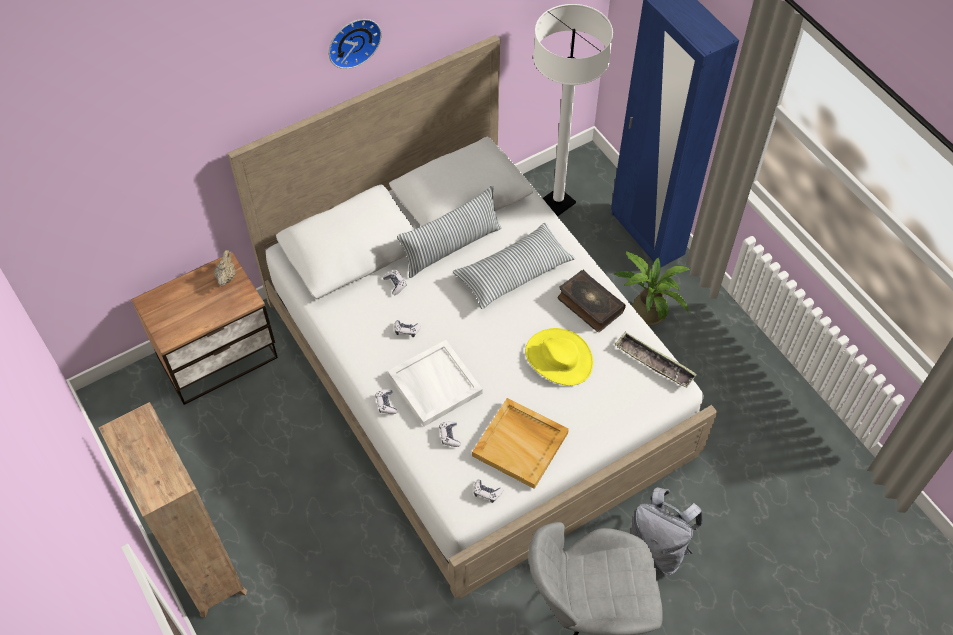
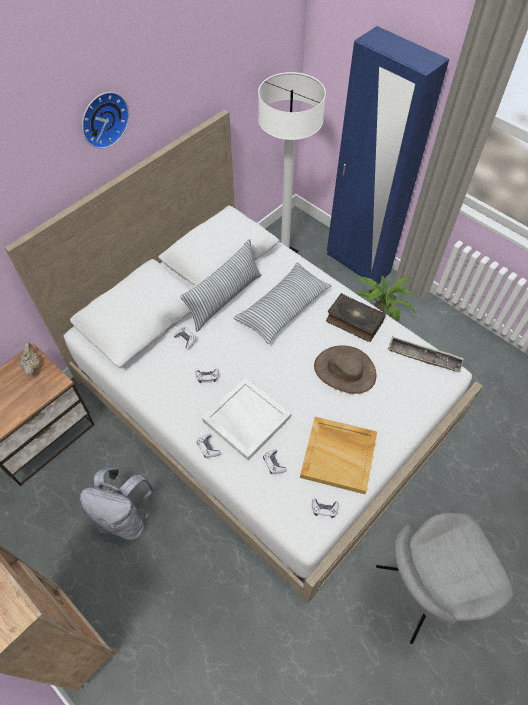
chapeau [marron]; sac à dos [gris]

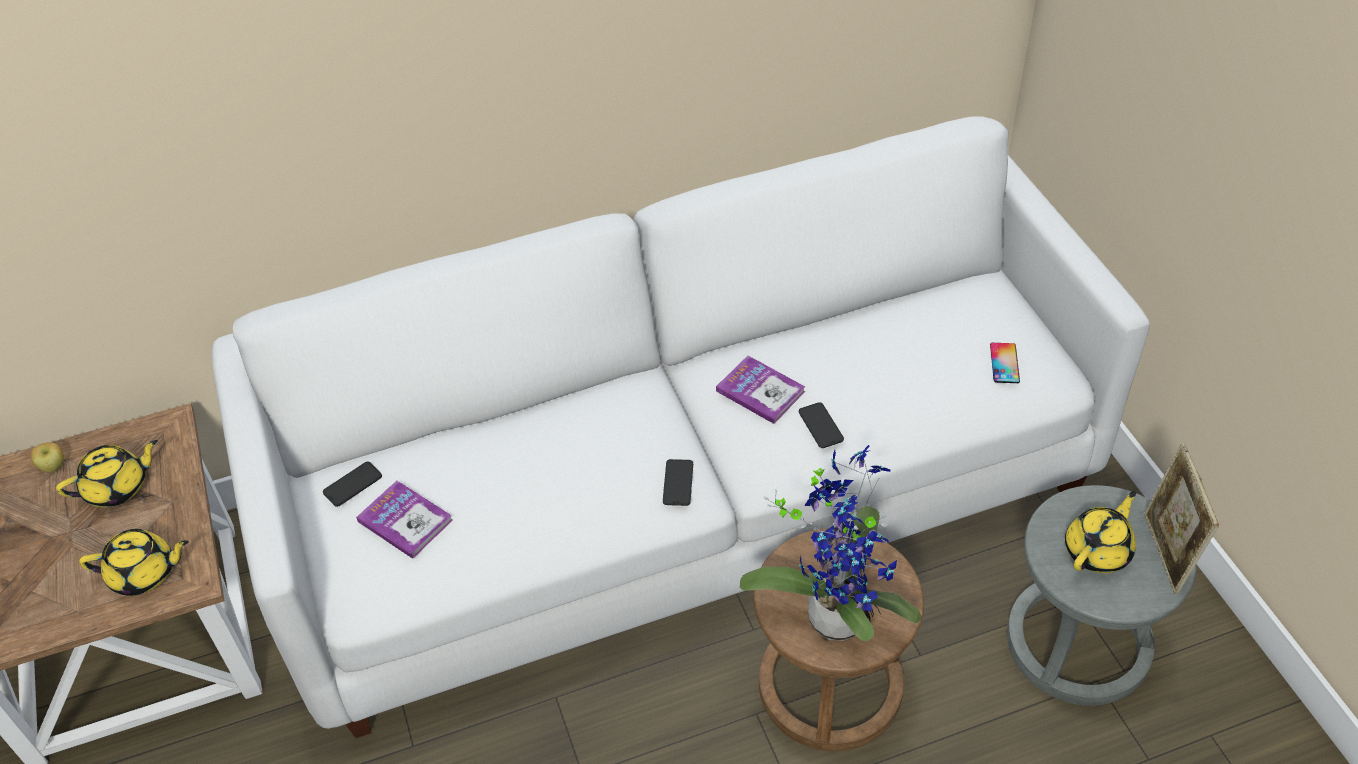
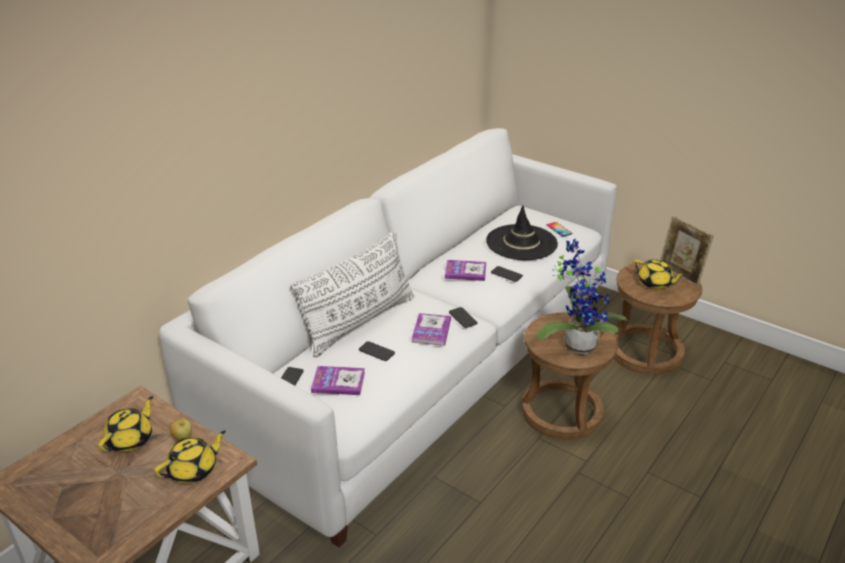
pomme; tabouret [marron] (no. 2 from left); théière [jaune] (no. 3 from left); coussin [blanc]; téléphone (no. 2 from left); livre (no. 2 from left); chapeau [noir]

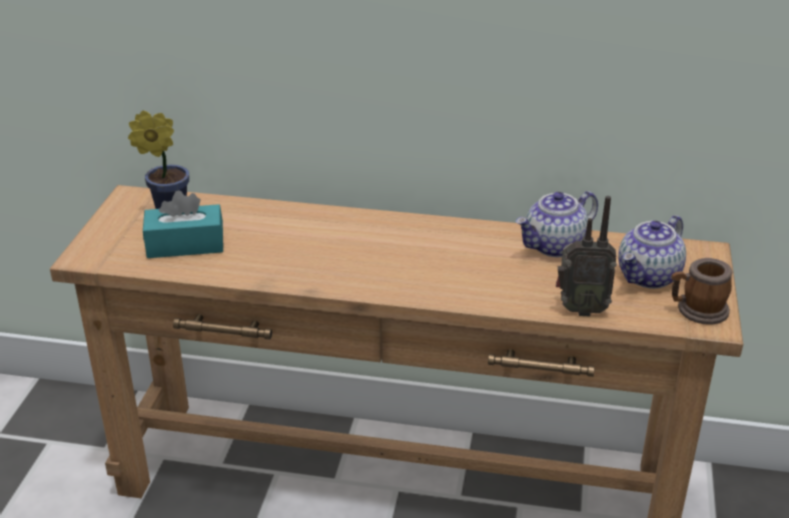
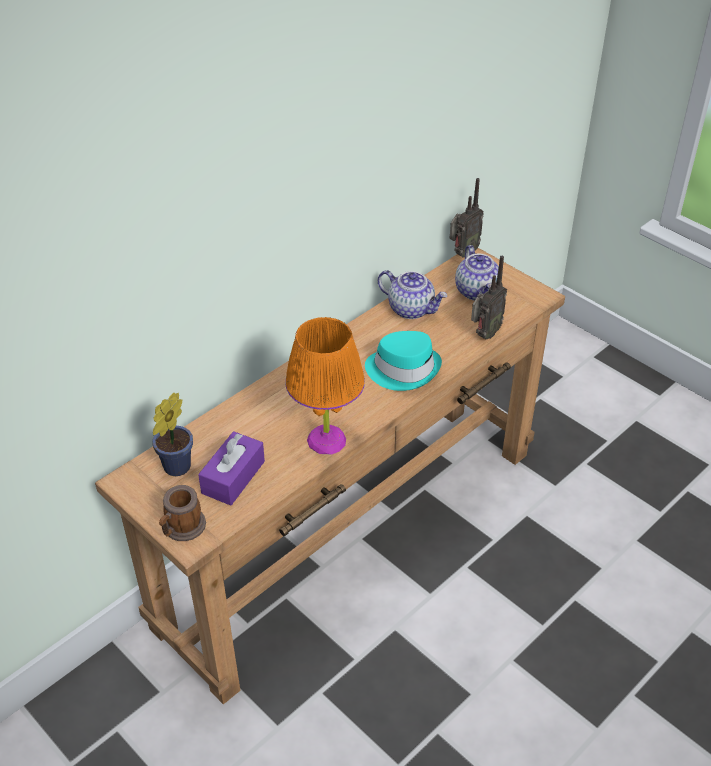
boîte à mouchoirs [violet]; théière (no. 1 from left); mug; lampe de table [orange]; chapeau [turquoise]; radio (no. 1 from left)

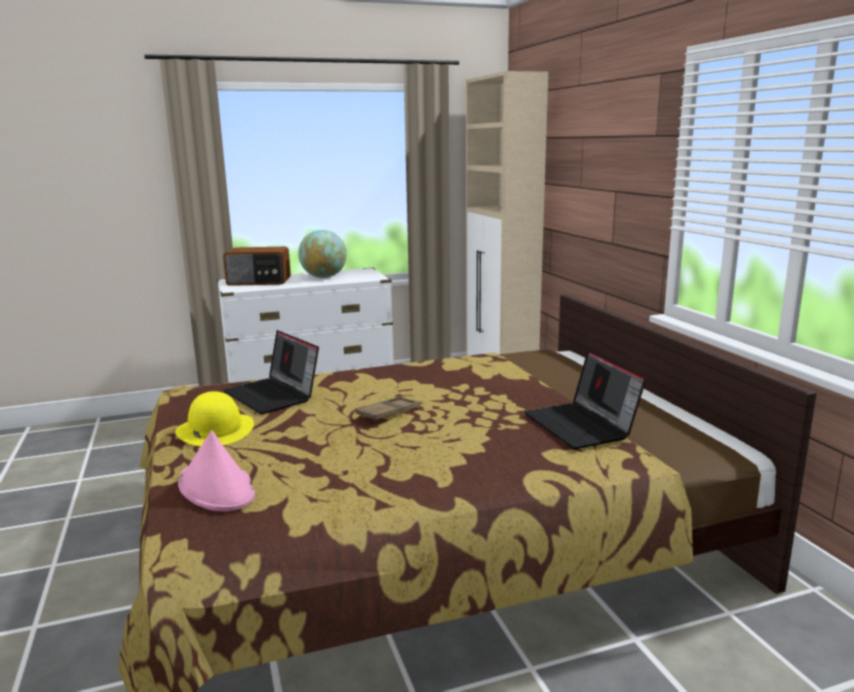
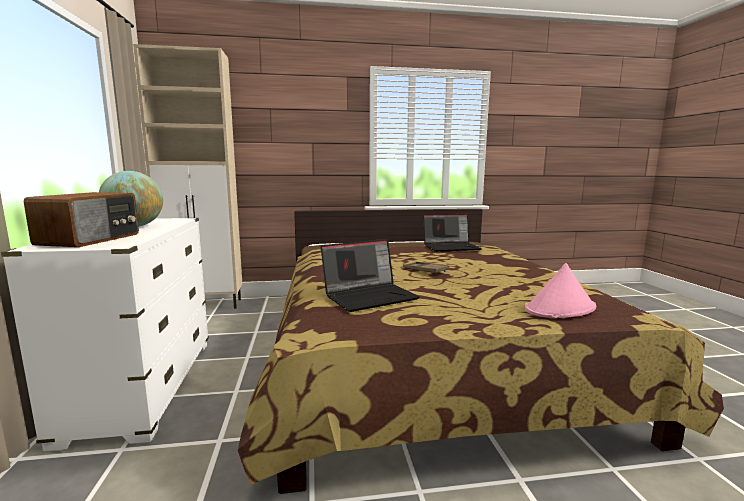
chapeau [jaune]

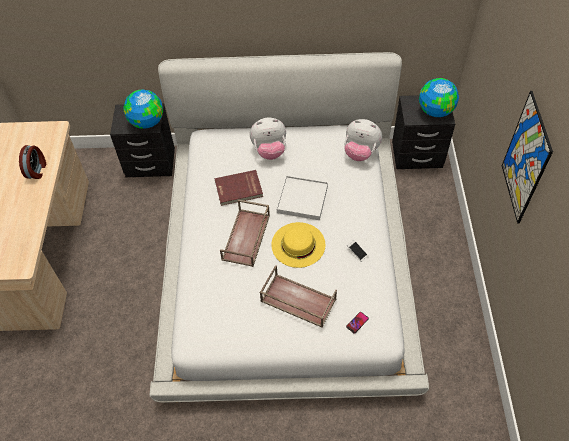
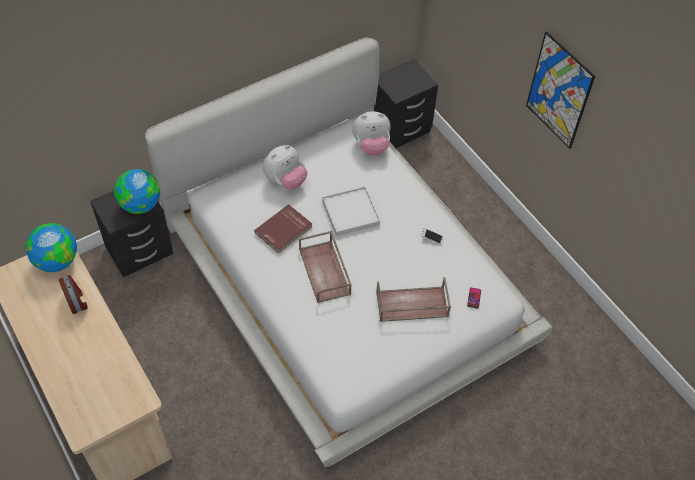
chapeau [jaune]; globe (no. 1 from left)

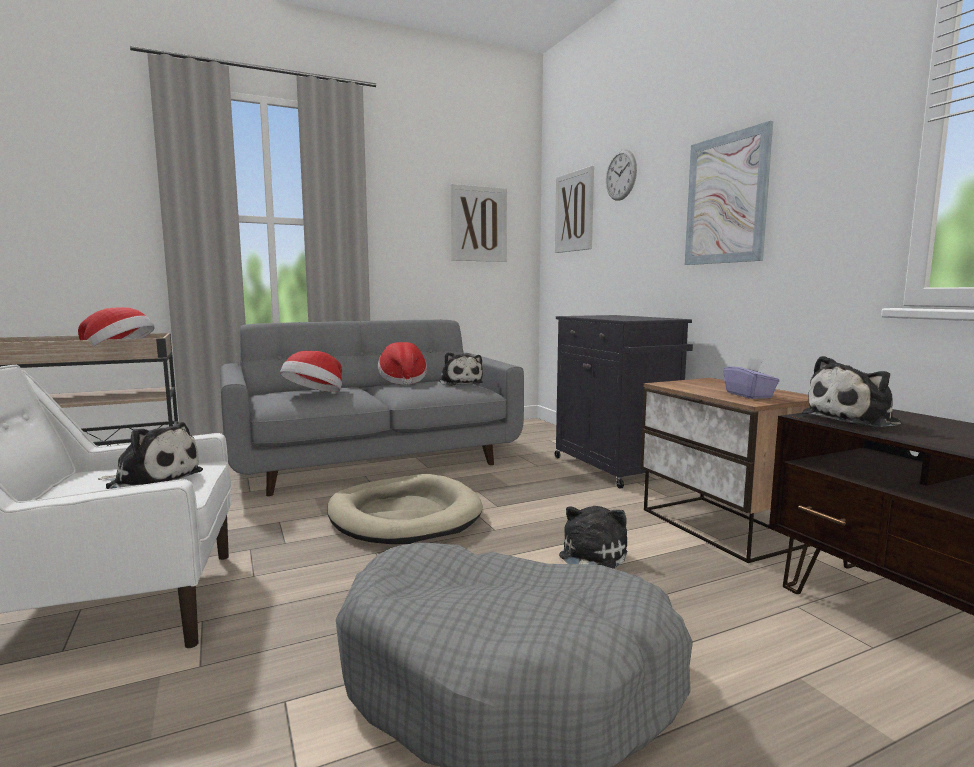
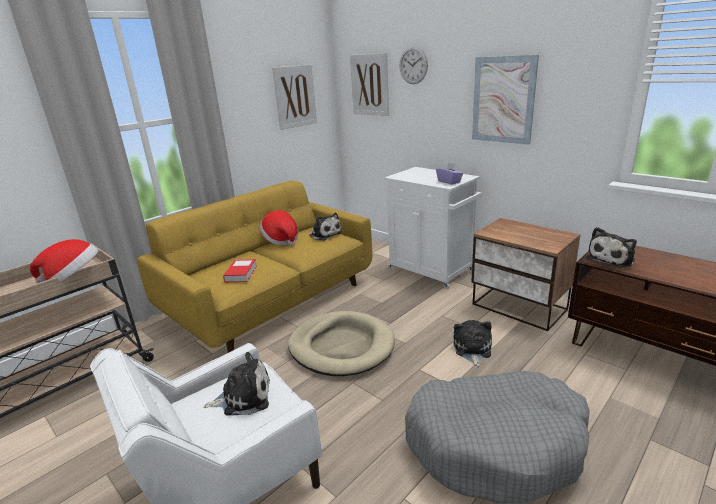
canapé [jaune]; livre; meuble de rangement [blanc]; boîte à mouchoirs [violet]

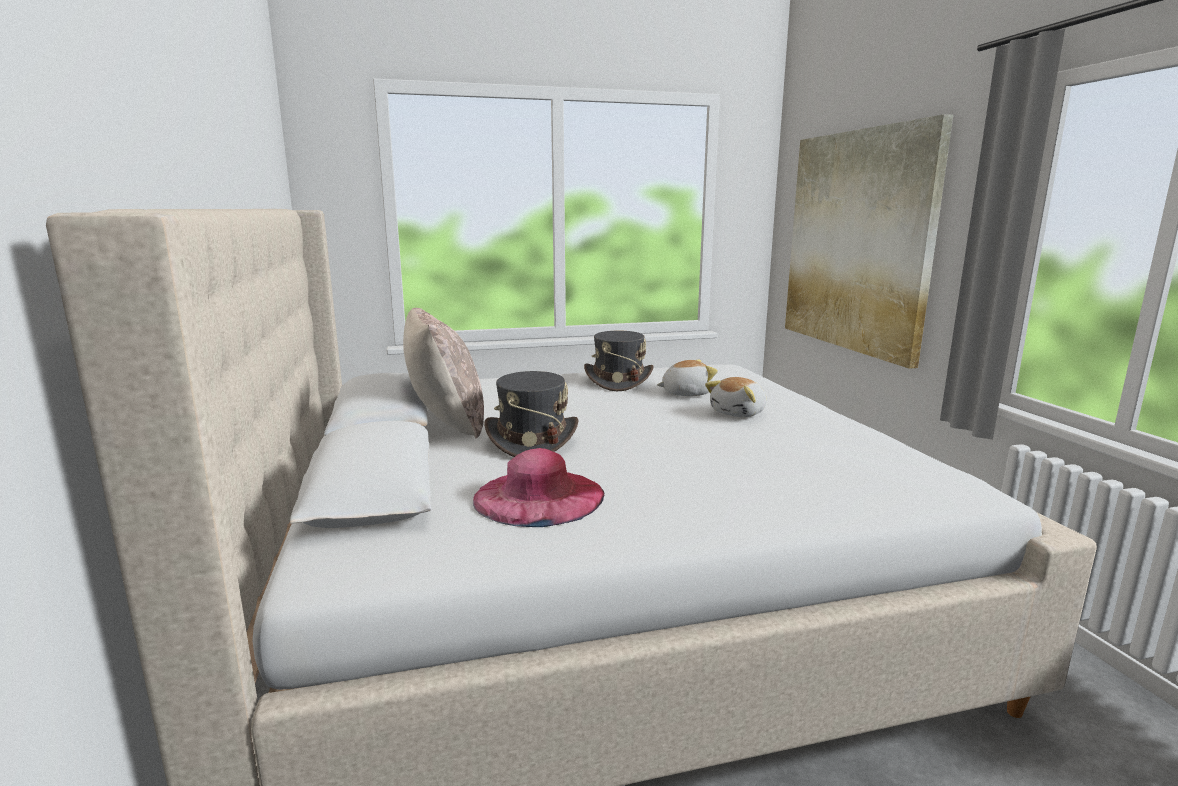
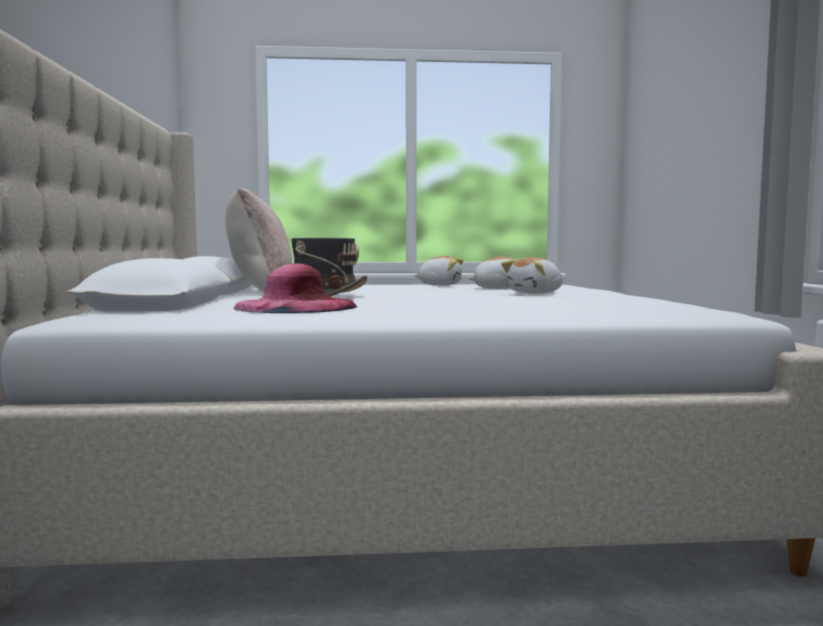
peluche (no. 1 from left); tableau

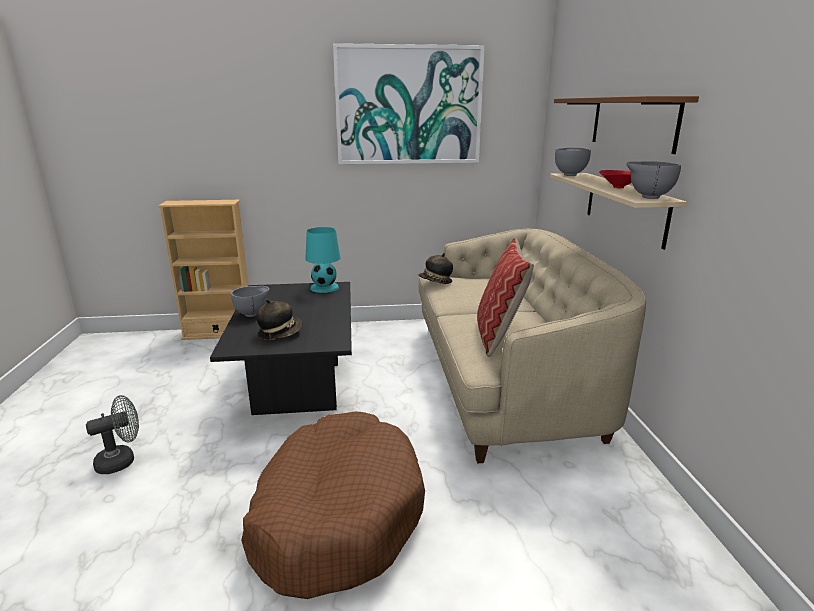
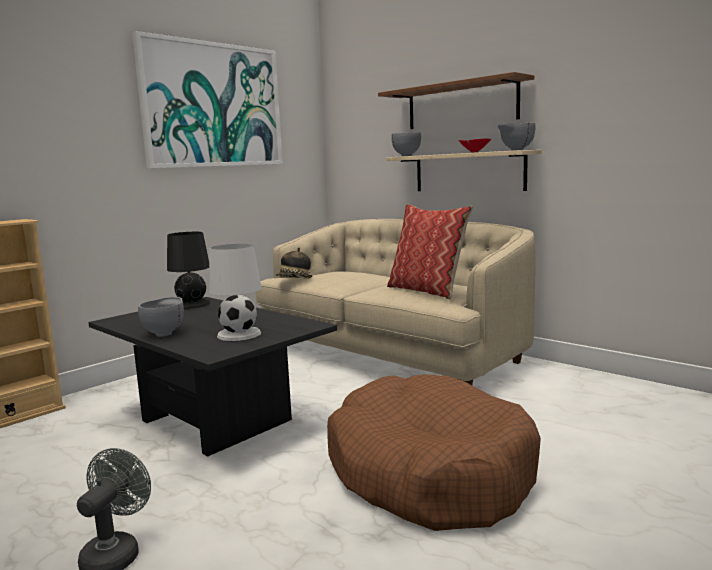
lampe de table [blanc]; lampe de table [noir]

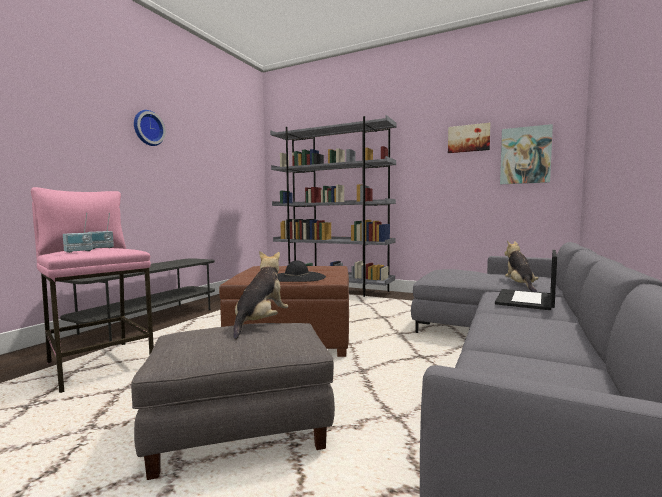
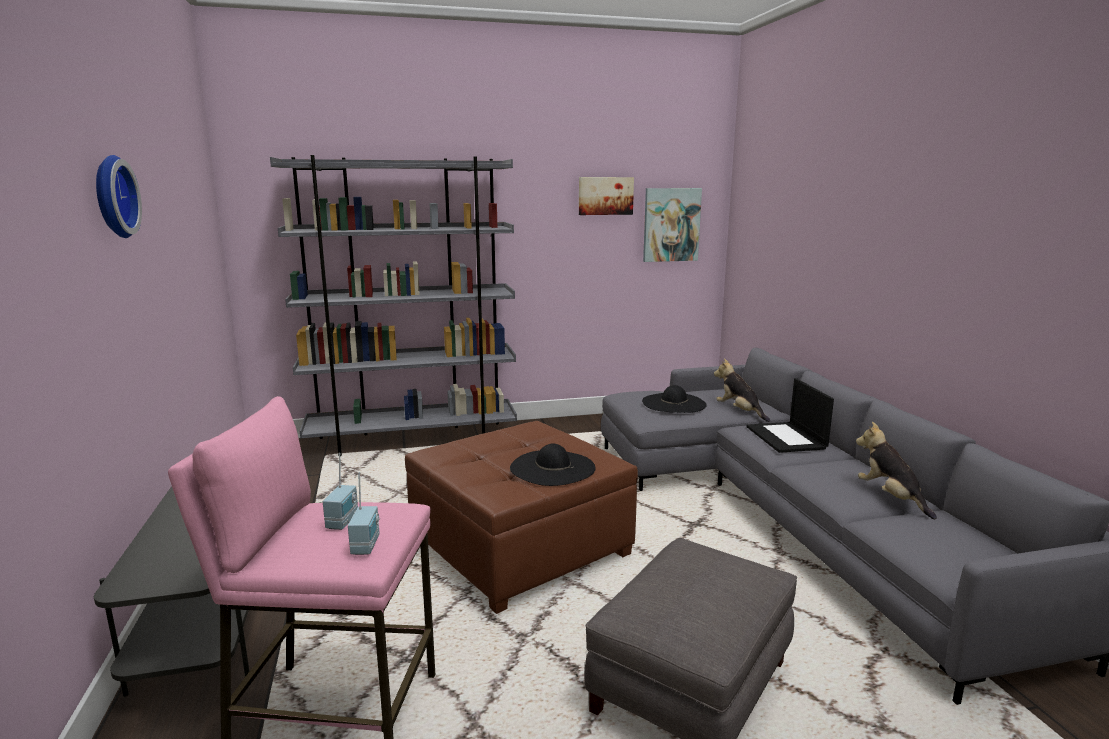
peluche (no. 2 from left); chapeau [noir] (no. 2 from left)

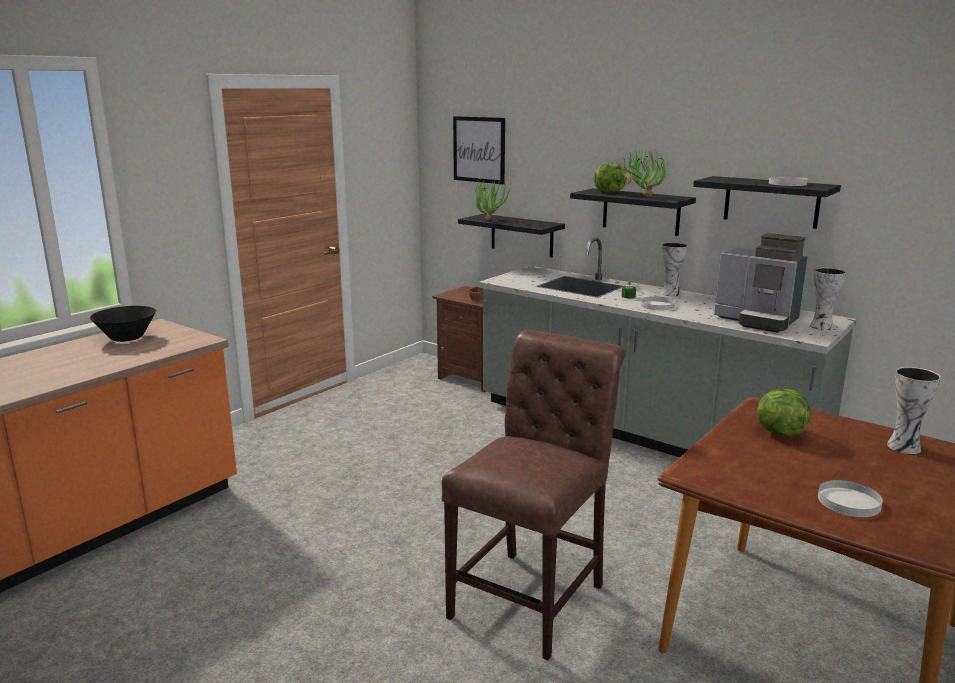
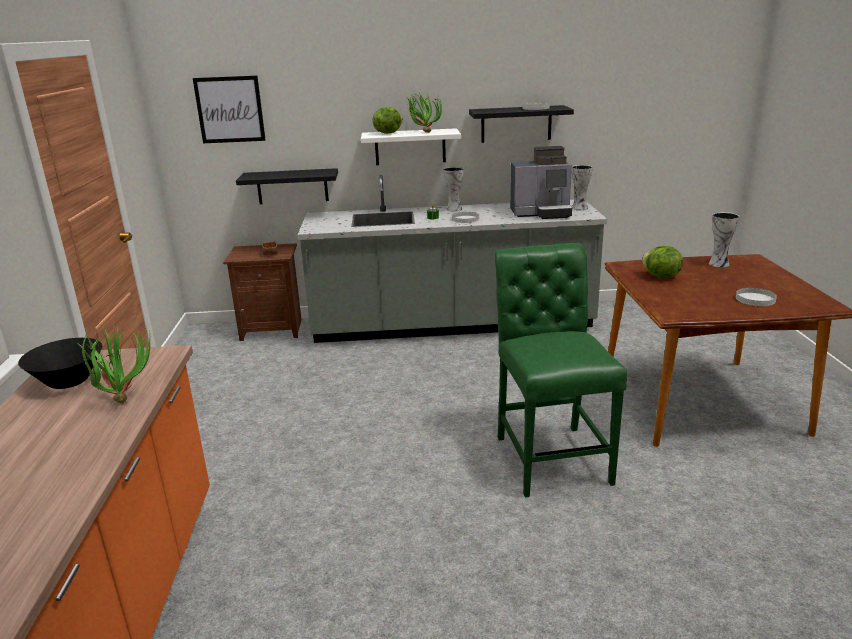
chaise [vert]; plante en pot (no. 1 from left); étagère [blanc]

